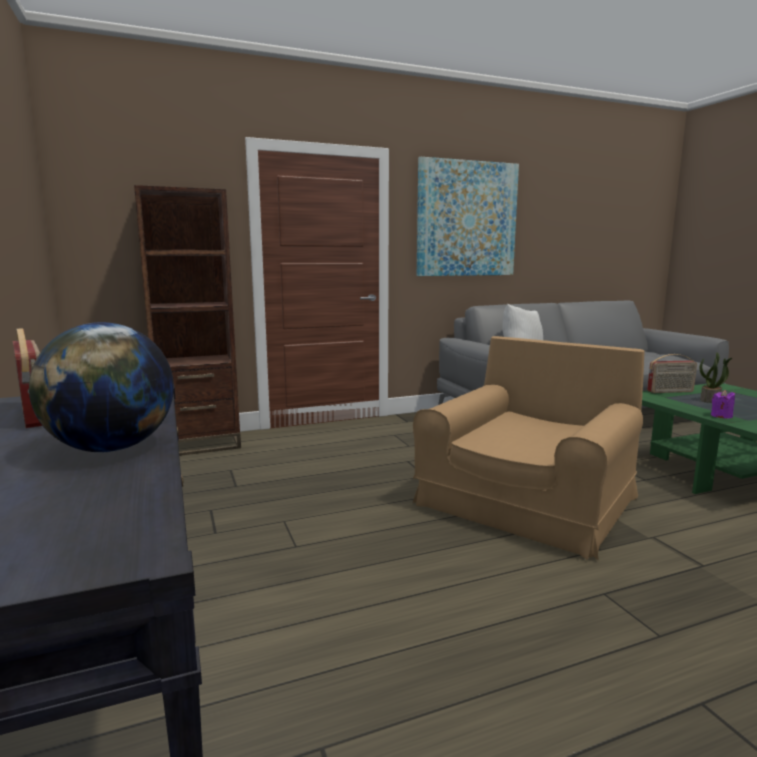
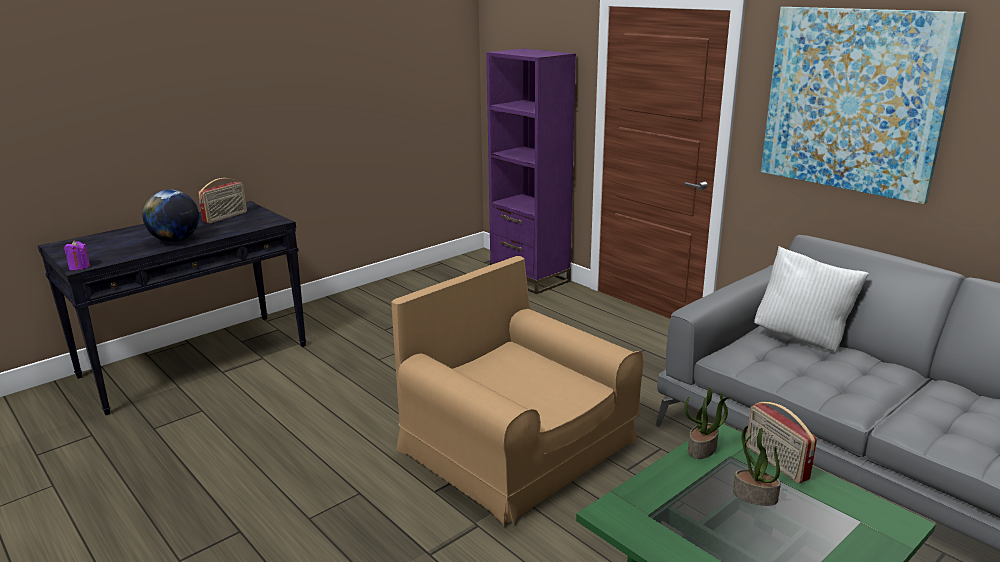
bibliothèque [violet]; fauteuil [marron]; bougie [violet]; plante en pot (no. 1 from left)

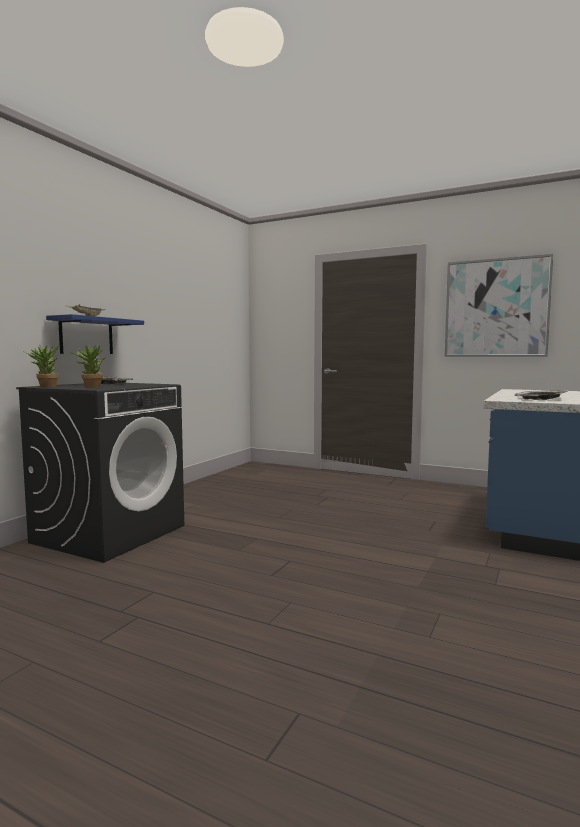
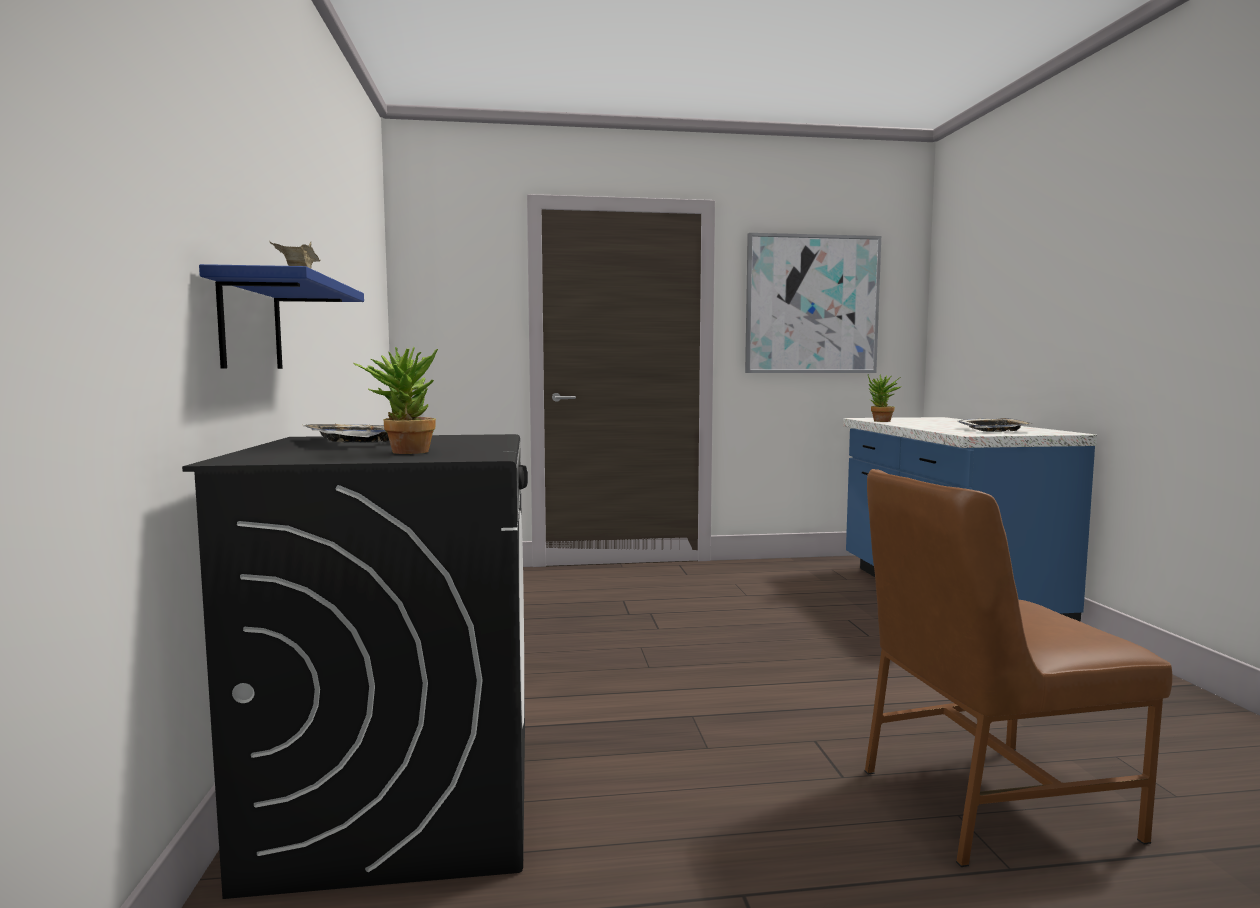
plante en pot (no. 2 from left); chaise [marron]

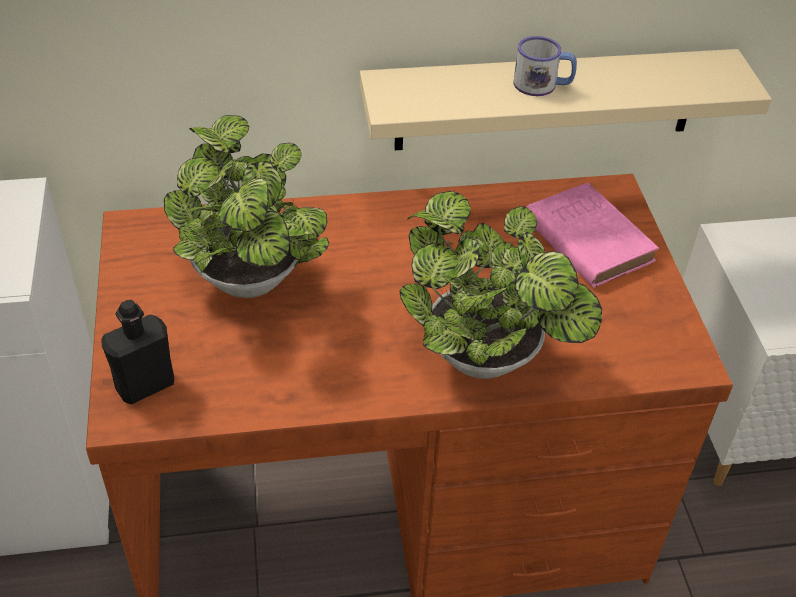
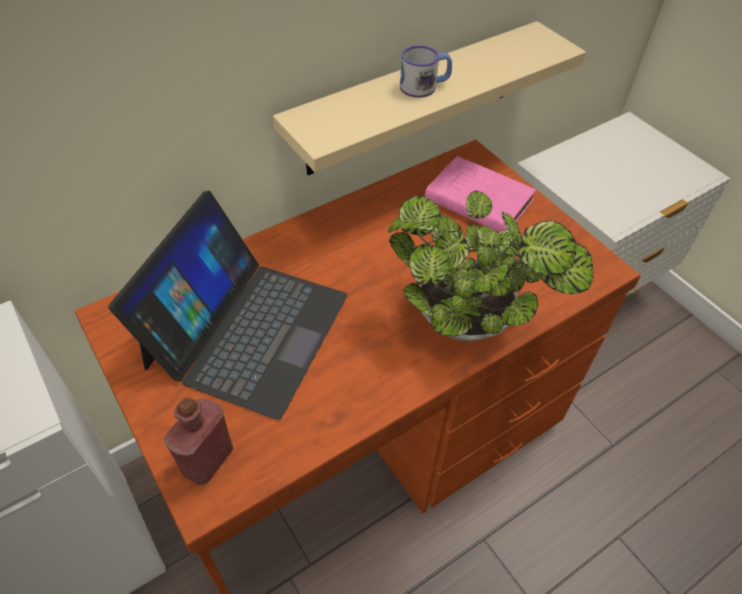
bouteille [rouge]; ordinateur portable

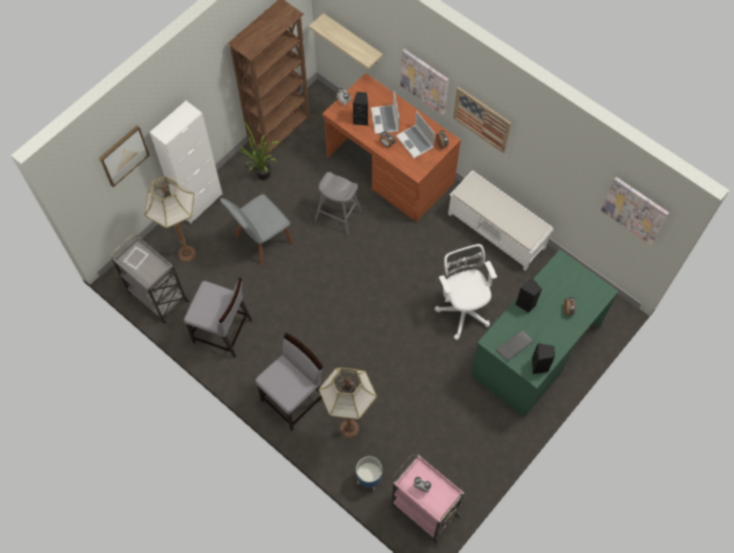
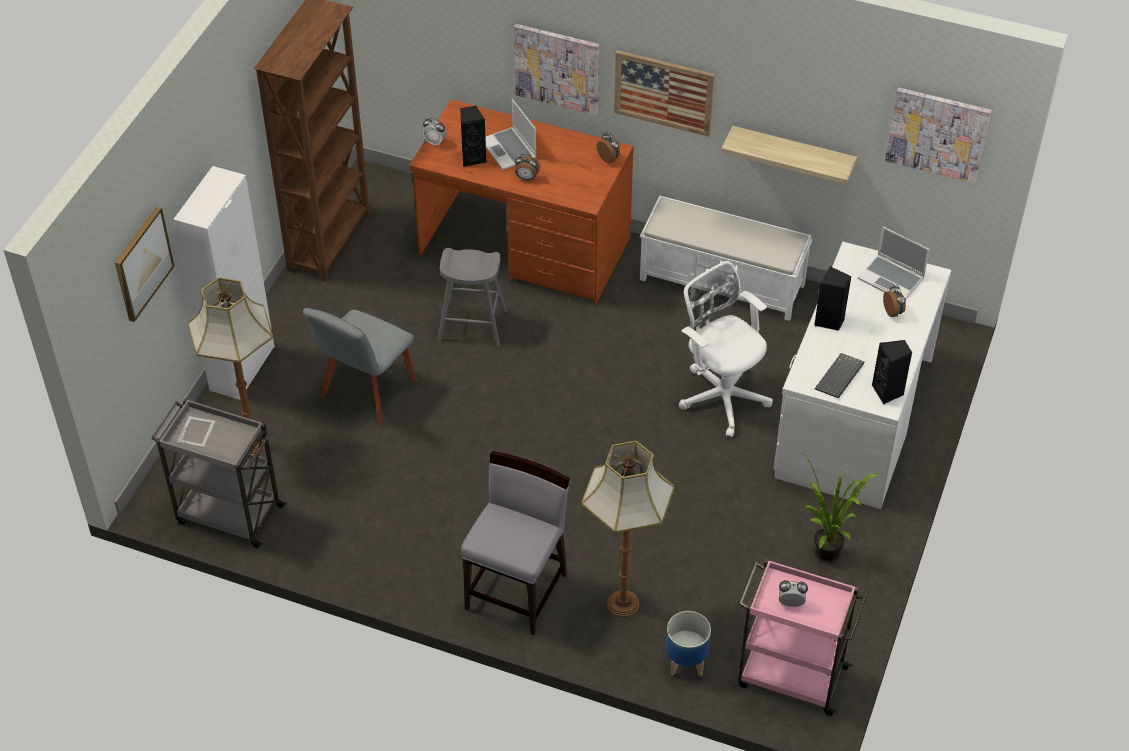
chaise [gris] (no. 1 from left in the first image); plante en pot; étagère; ordinateur portable (no. 2 from left); bureau [blanc]

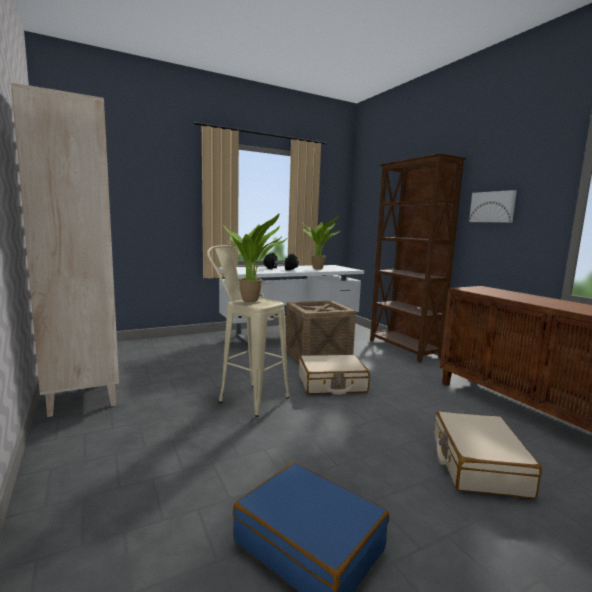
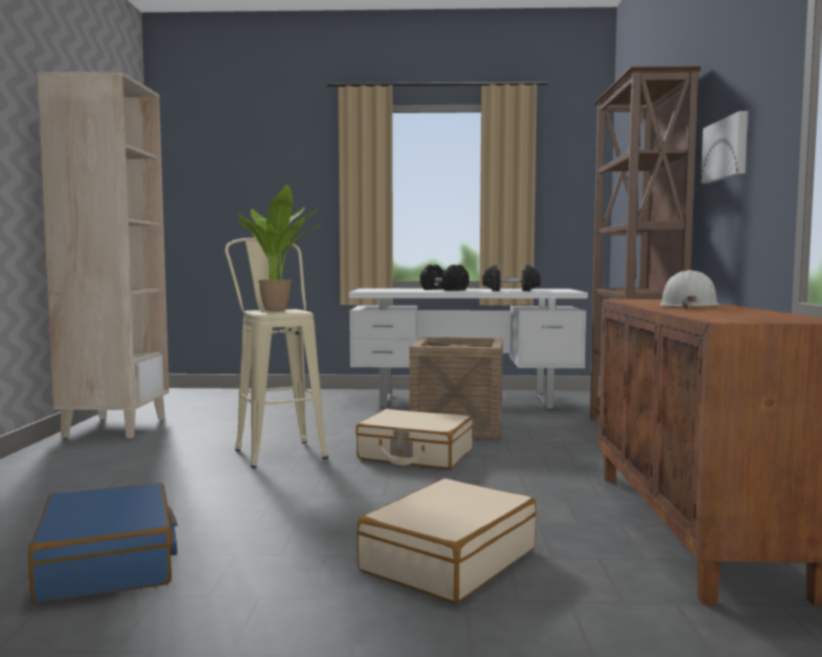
haltère [noir] (no. 2 from left); casque de chantier [blanc]

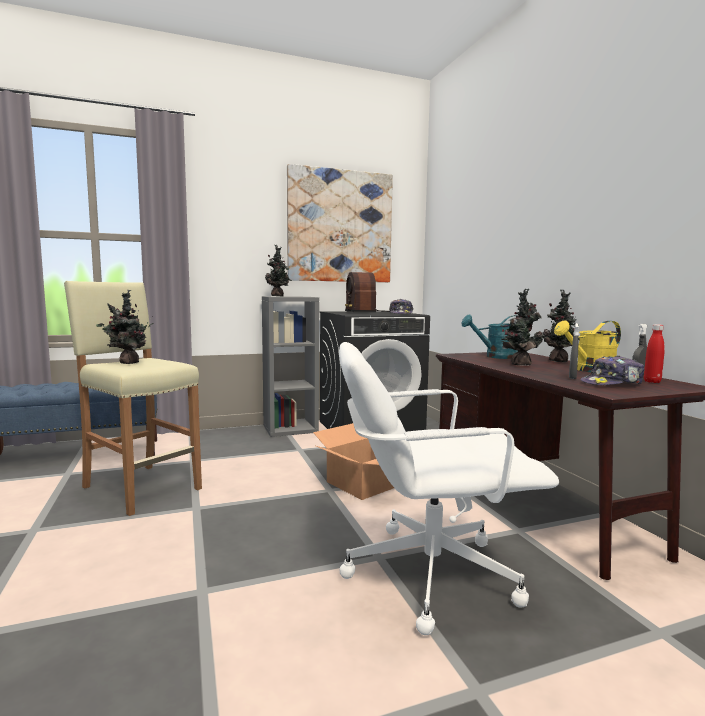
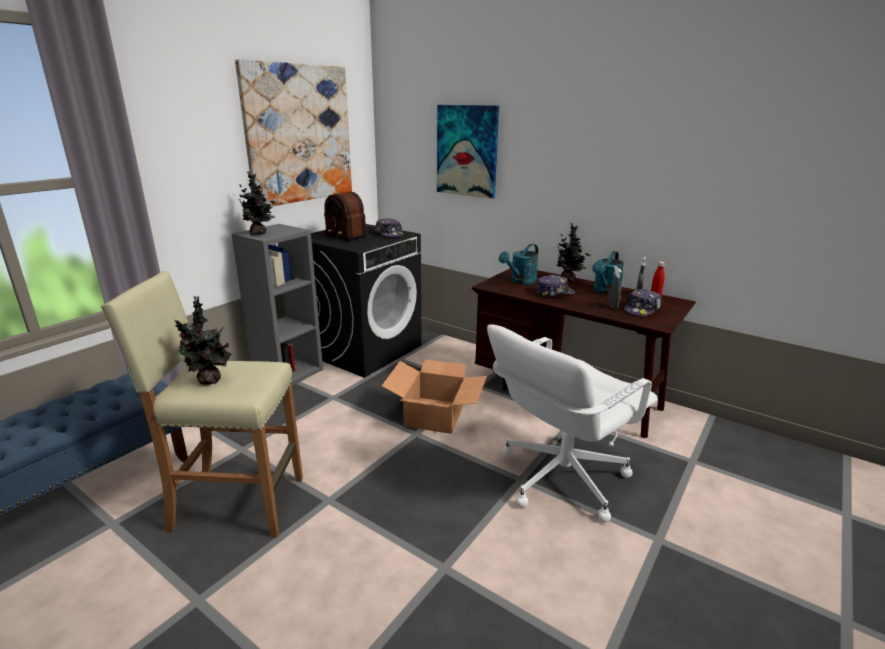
casquette (no. 2 from left); arrosoir [turquoise] (no. 2 from left); tableau (no. 2 from left)

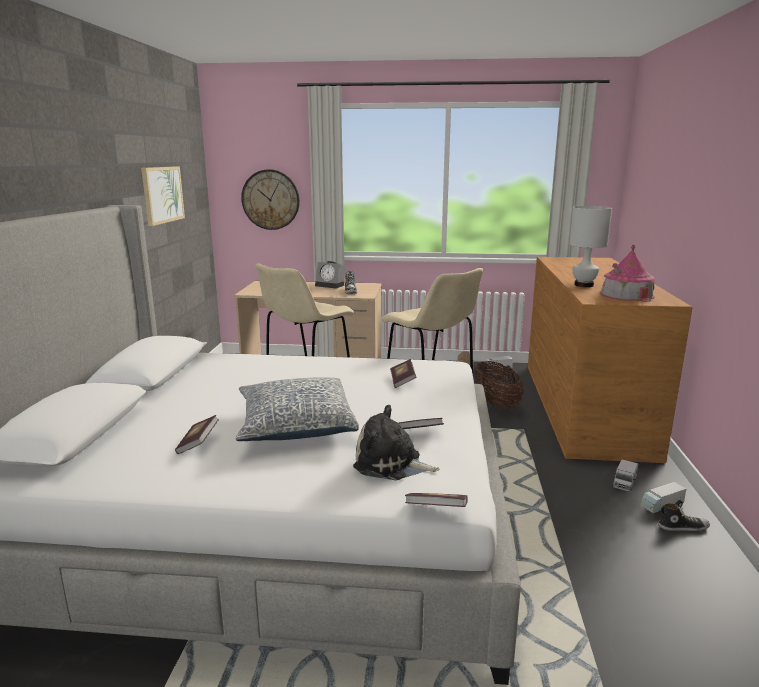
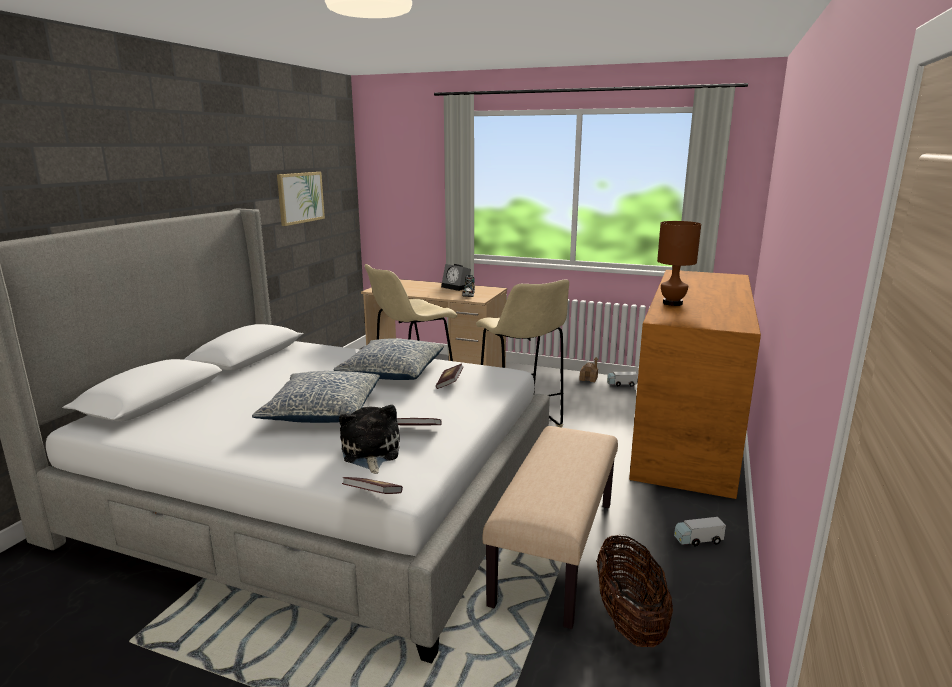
livre (no. 1 from left in the first image); horloge murale; peluche; panier; lampe de table [marron]; maison miniature (no. 2 from left in the first image); camion jouet (no. 2 from left in the first image); chaussure (no. 2 from left in the first image); coussin (no. 2 from left); banc [beige]

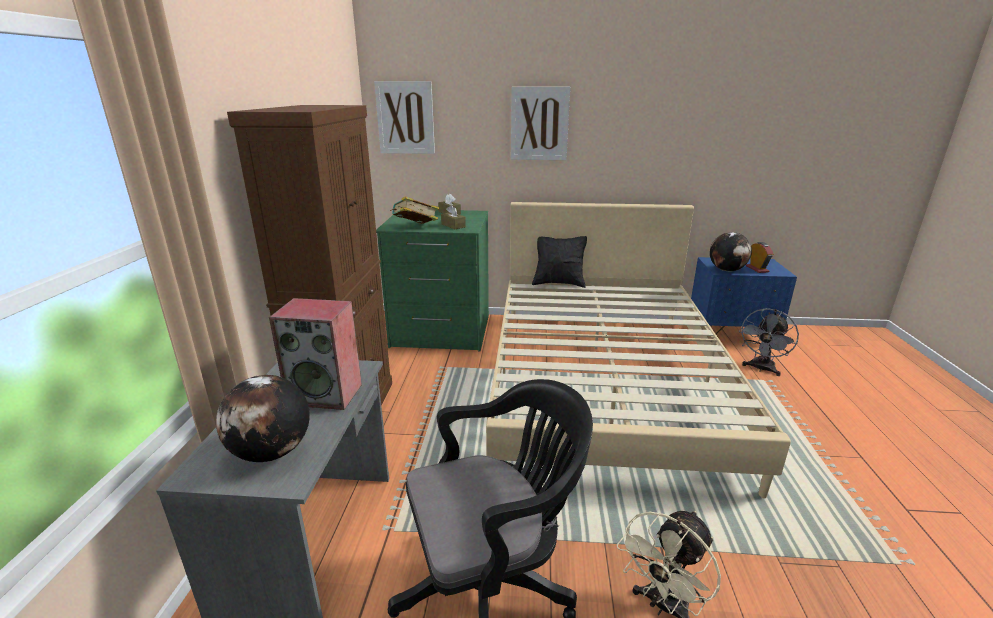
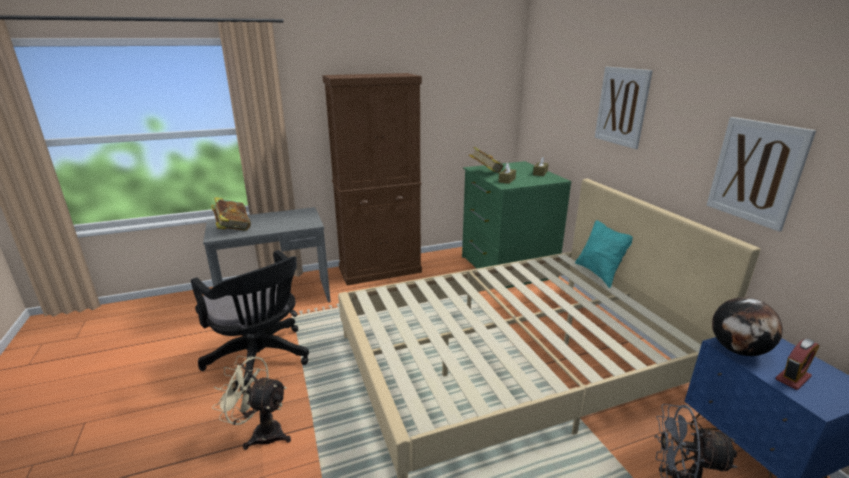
livre (no. 1 from left); enceinte; tableau (no. 2 from left); coussin [turquoise]

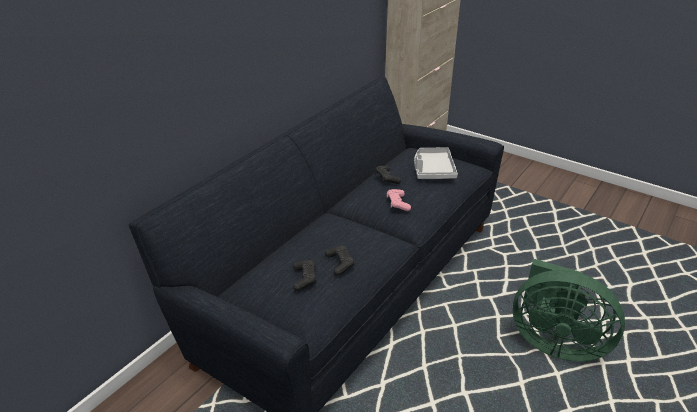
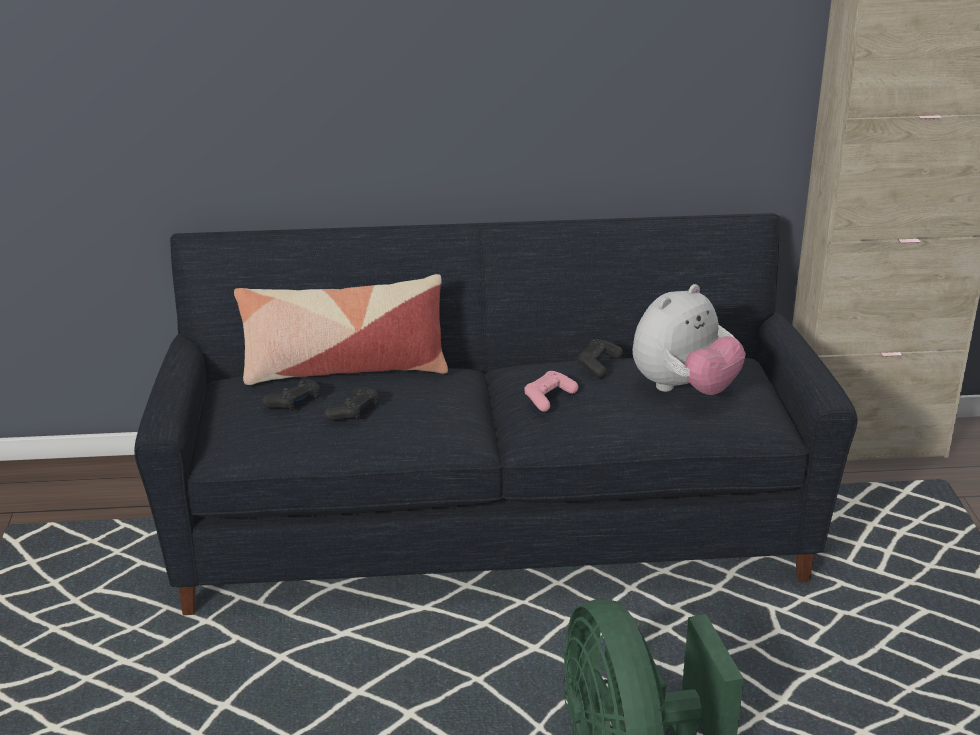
peluche; coussin

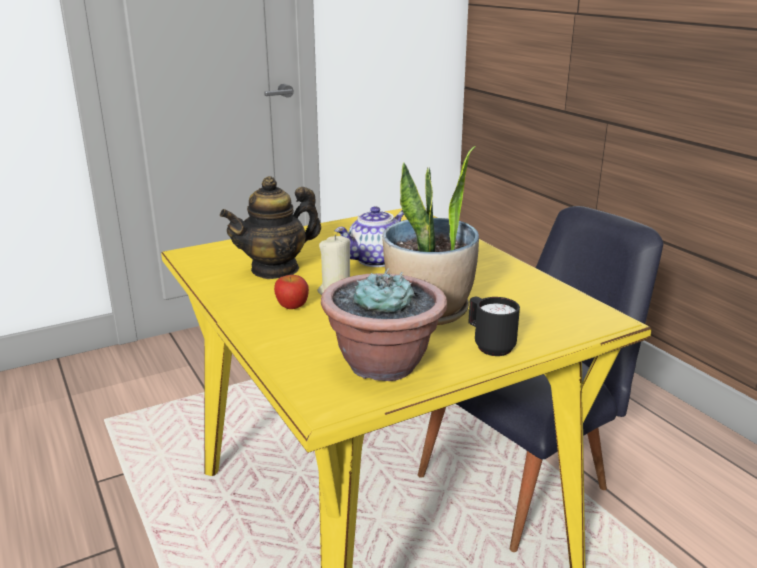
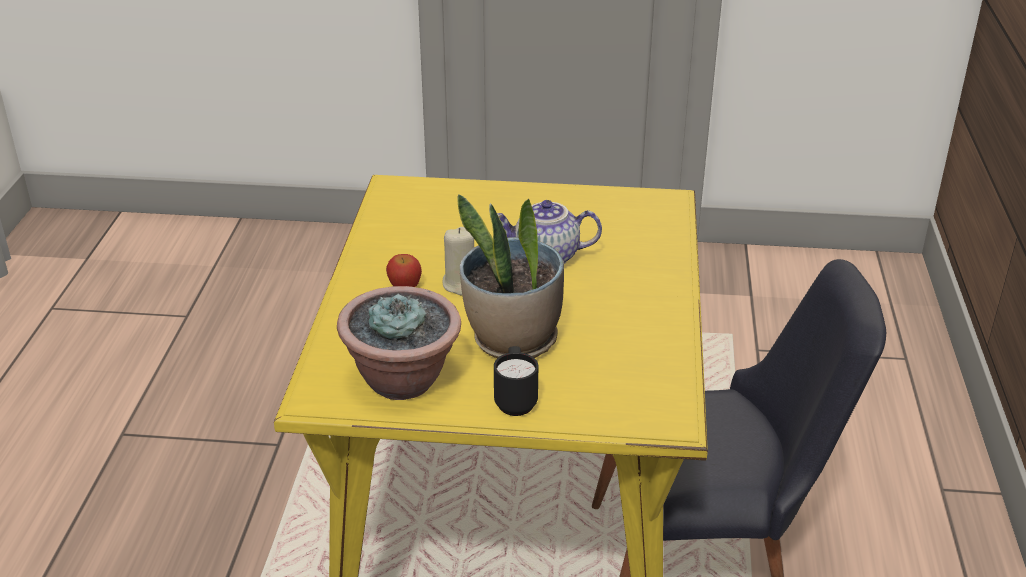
théière (no. 1 from left in the first image)

